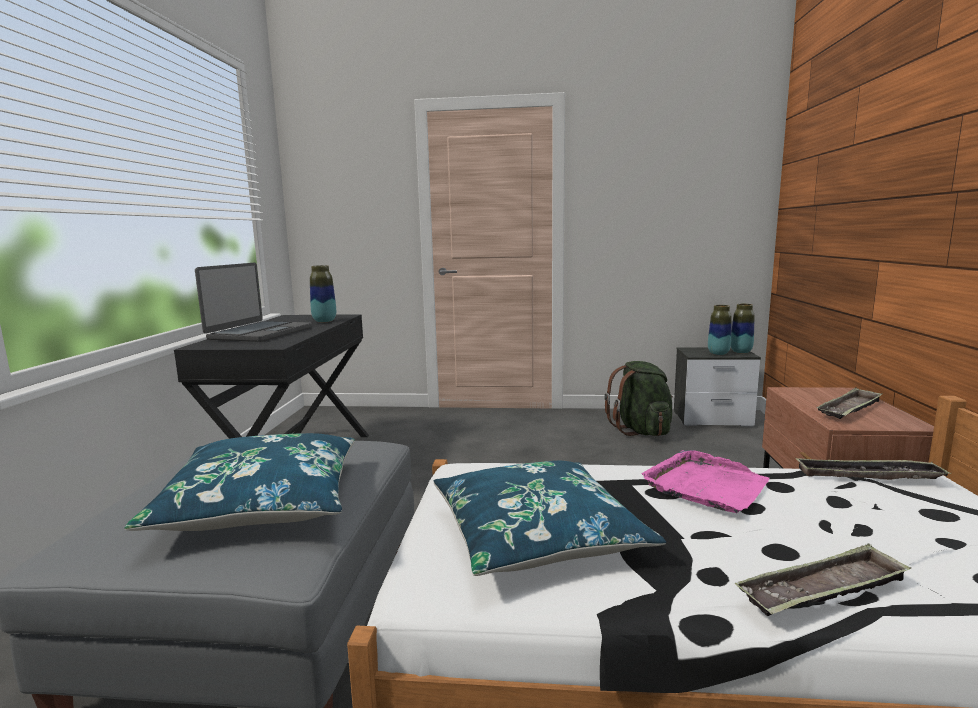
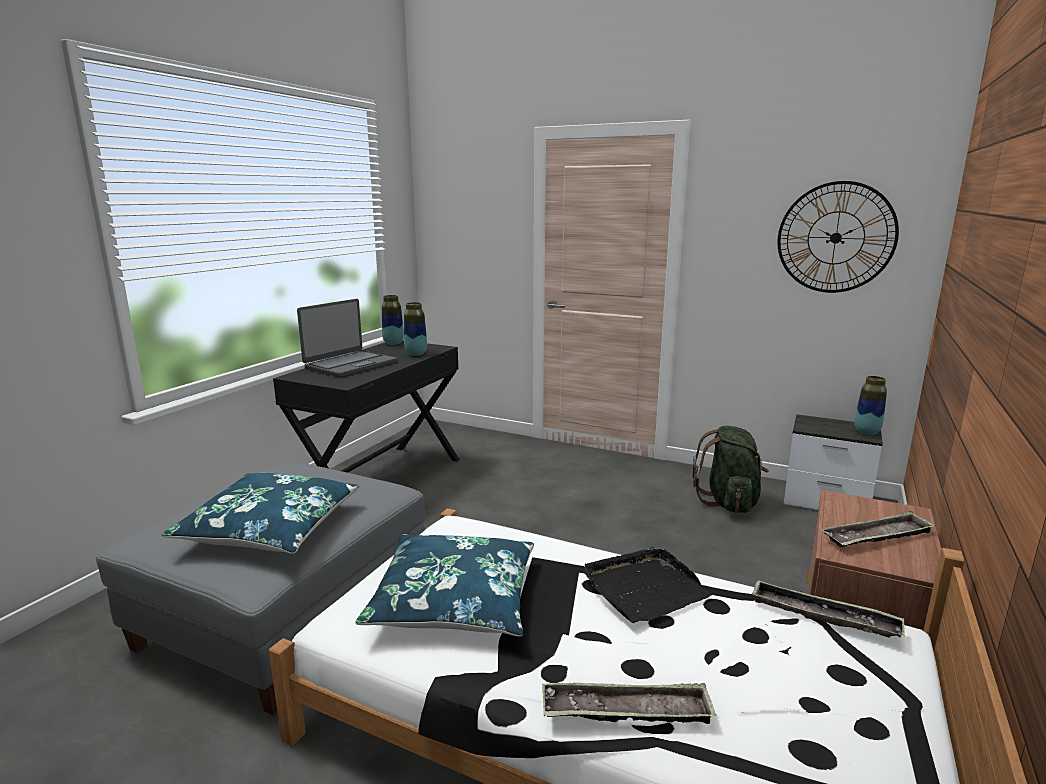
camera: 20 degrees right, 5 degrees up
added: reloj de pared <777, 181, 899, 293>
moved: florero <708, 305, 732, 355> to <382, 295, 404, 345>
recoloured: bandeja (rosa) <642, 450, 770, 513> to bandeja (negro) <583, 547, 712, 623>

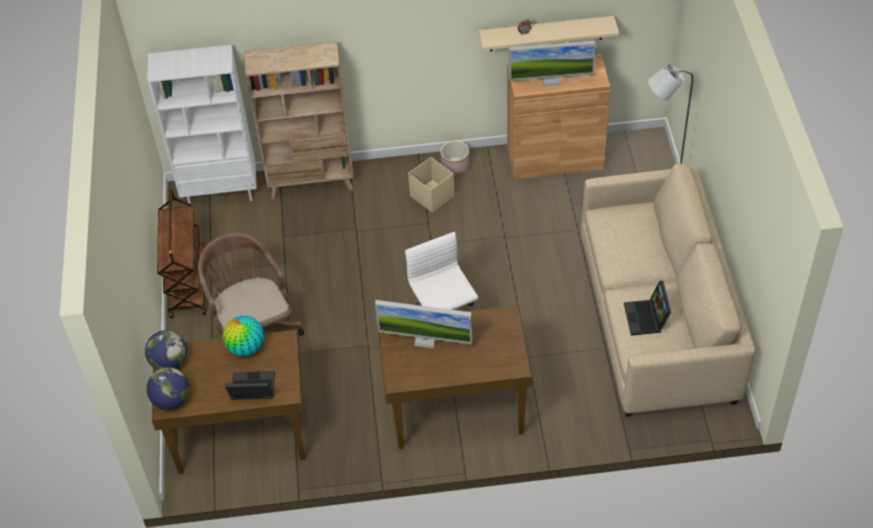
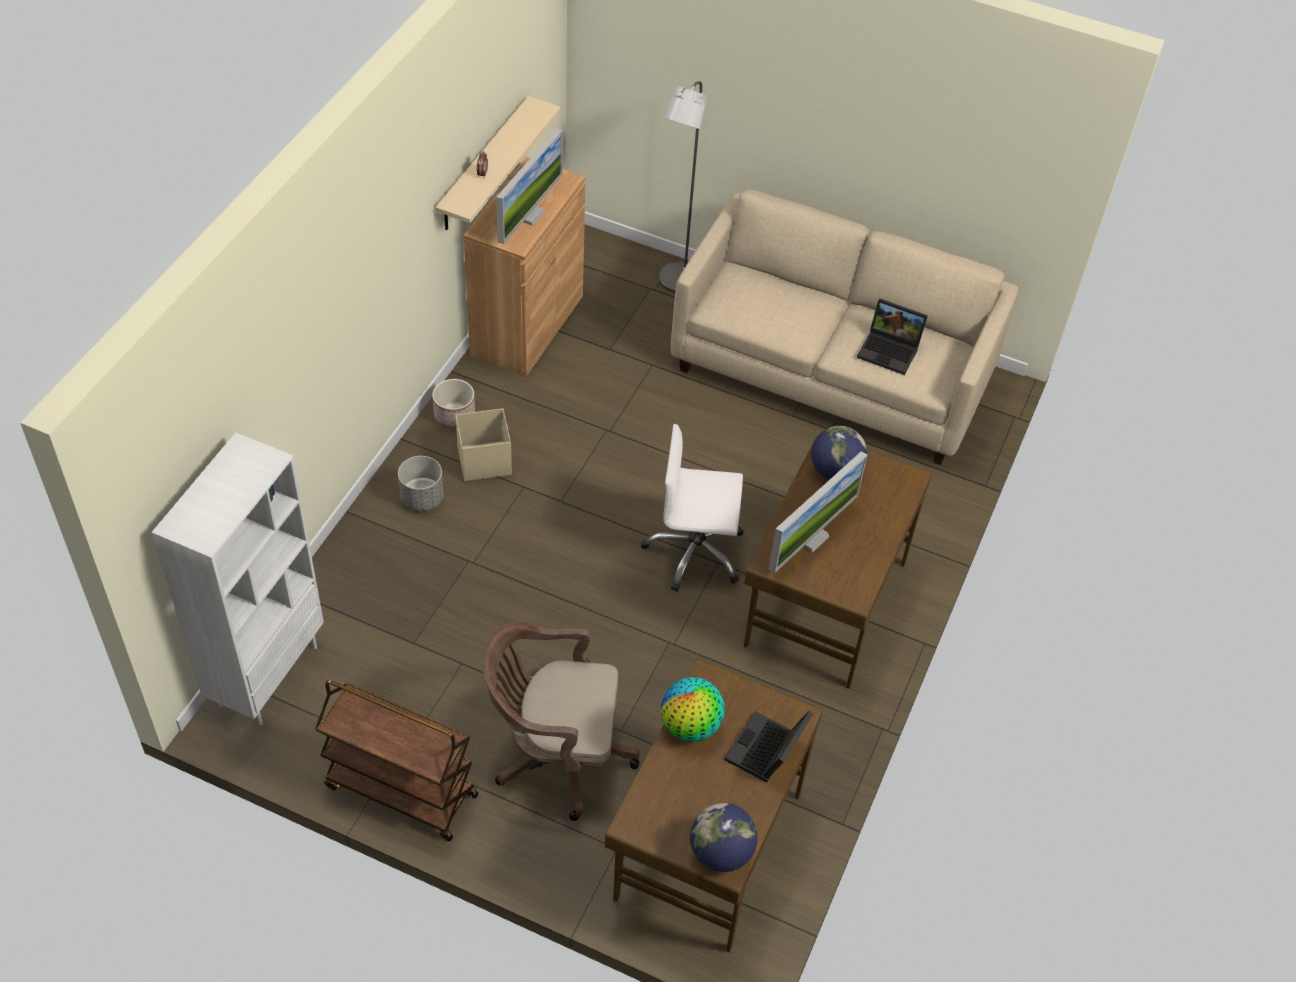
camera: 65 degrees left, 0 degrees up
removed: estantería (beis) <245, 42, 354, 200>
added: maceta (gris) <398, 456, 444, 511>
moved: globo terráqueo <145, 330, 187, 370> to <811, 426, 868, 480>

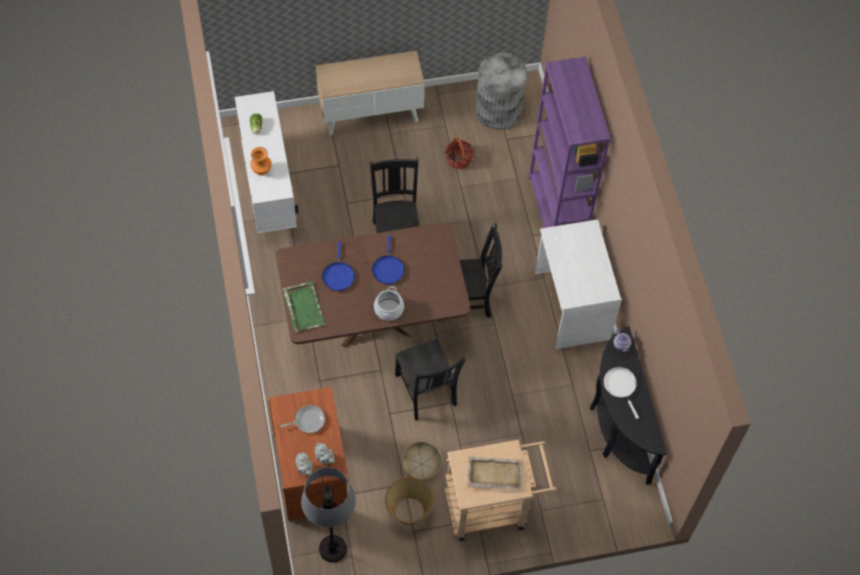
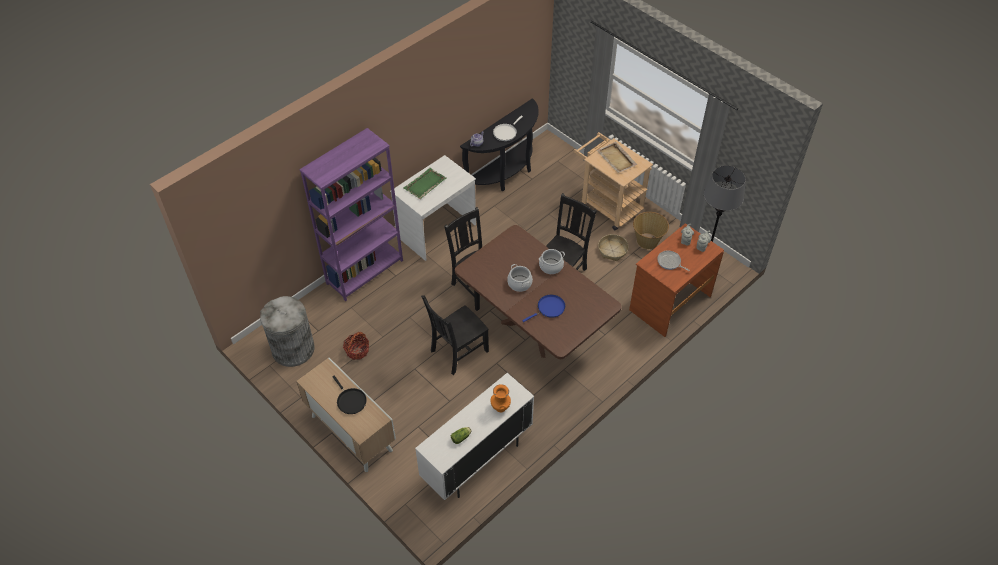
camera: 120 degrees left, 10 degrees down
added: sartén (negro) <333, 376, 367, 414>
moved: bandeja (verde) <282, 281, 326, 332> to <404, 168, 446, 199>
replaced: sartén (azul) <372, 235, 404, 284> to olla <507, 264, 533, 292>

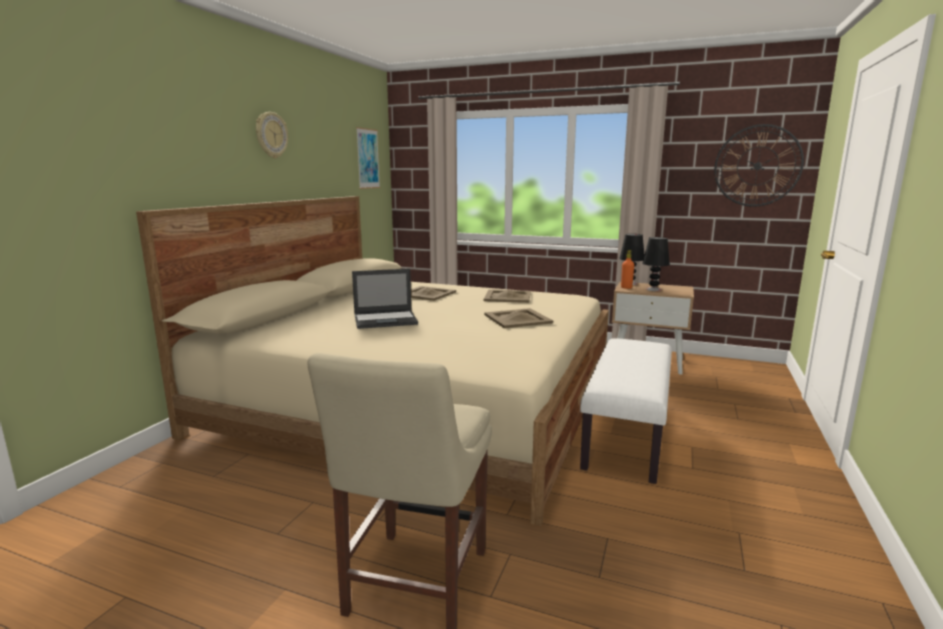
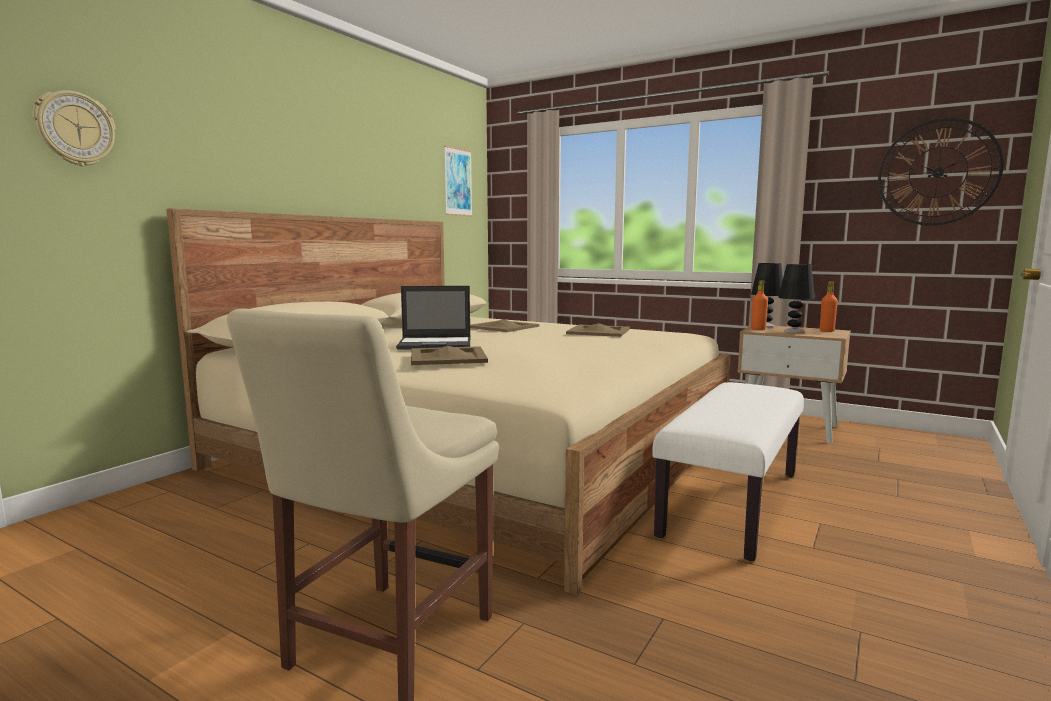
camera: 10 degrees right, 5 degrees down
added: botella (naranja) <820, 281, 838, 332>
moved: reloj de pared <256, 112, 288, 158> to <33, 90, 116, 166>; bandeja (beis) <484, 308, 553, 328> to <411, 346, 488, 365>

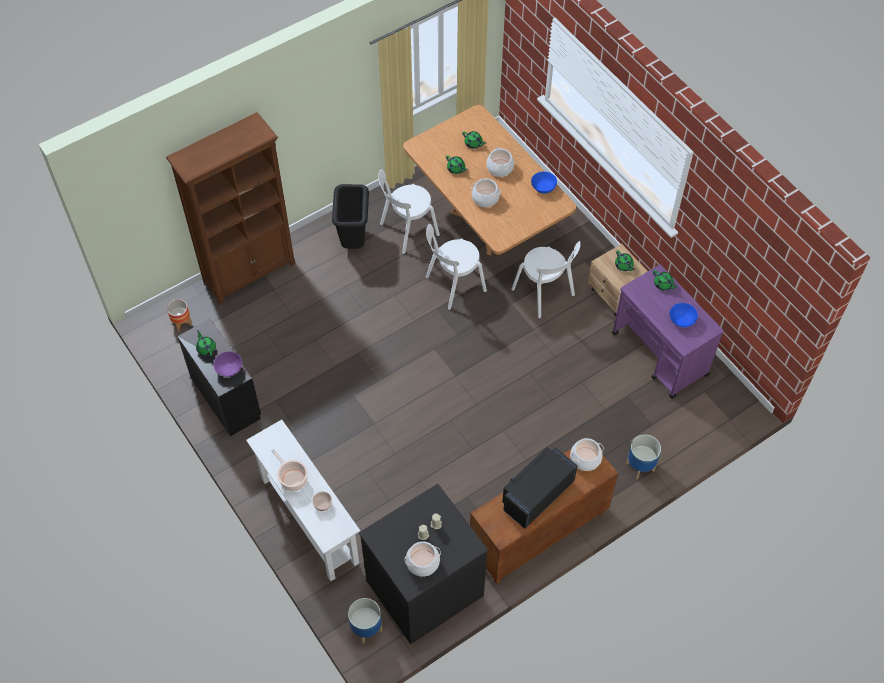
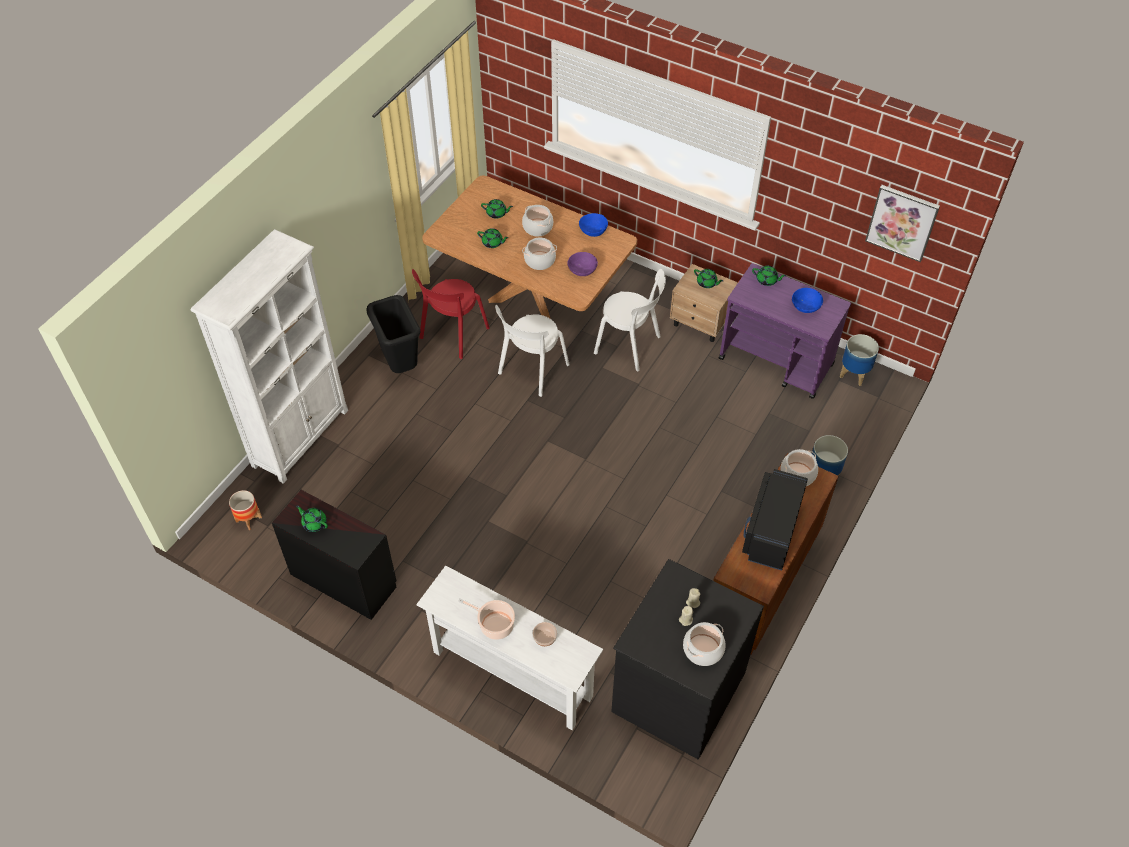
camera: 25 degrees left, 5 degrees down
added: cuadro <865, 185, 940, 262>
moved: cuenco (morado) <214, 351, 242, 377> to <567, 252, 598, 276>; maceta <348, 598, 382, 644> to <840, 334, 879, 386>
recoloured: estantería (marrón) <166, 112, 295, 304> to estantería (blanco) <191, 229, 348, 484>; silla (blanco) <378, 169, 440, 254> to silla (rojo) <412, 269, 489, 359>

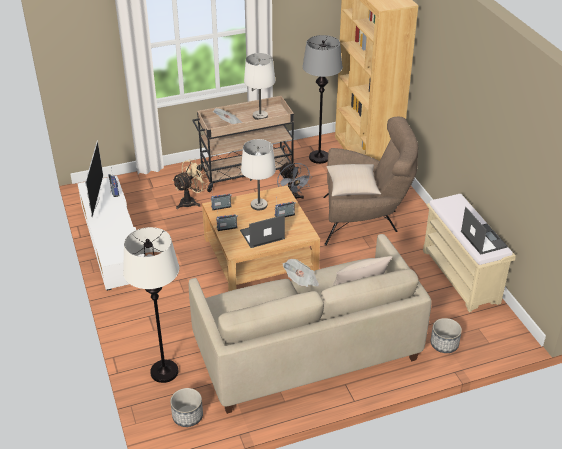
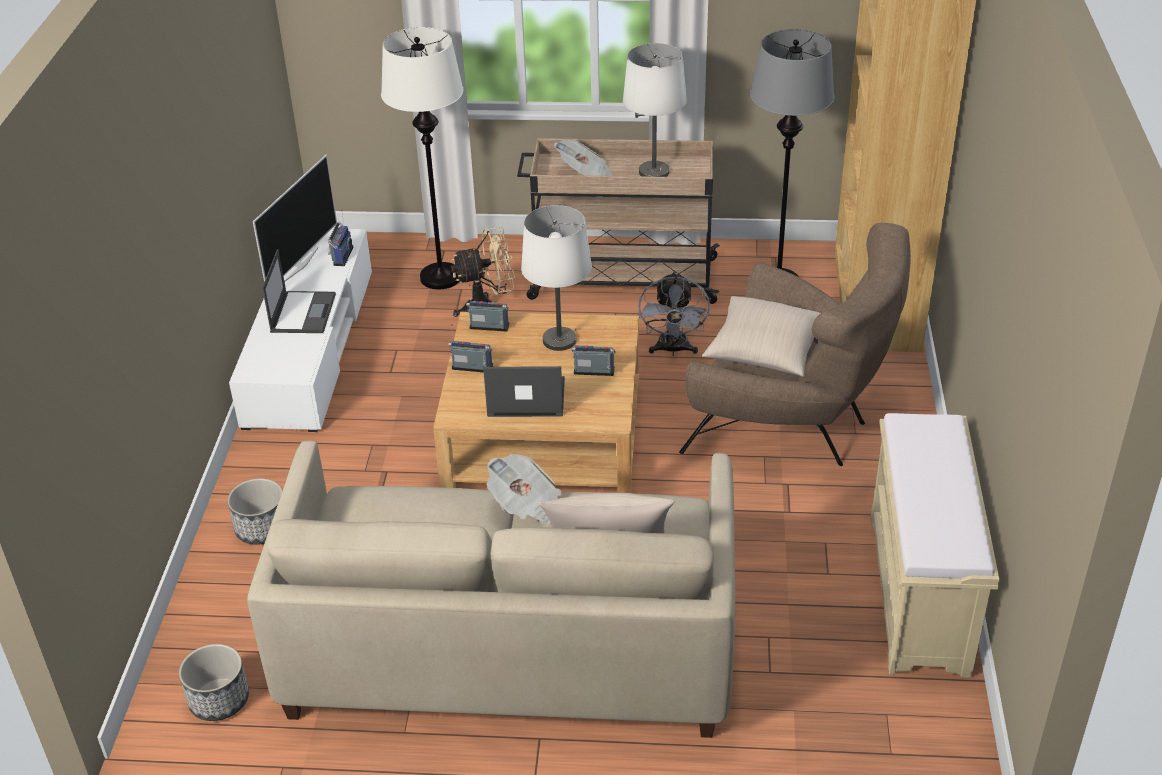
camera: 25 degrees right, 0 degrees up
moved: portátil <461, 207, 508, 255> to <262, 249, 336, 333>; lámpara de pie (blanco) <123, 227, 179, 383> to <381, 27, 464, 289>; maceta <431, 318, 462, 353> to <228, 478, 282, 545>

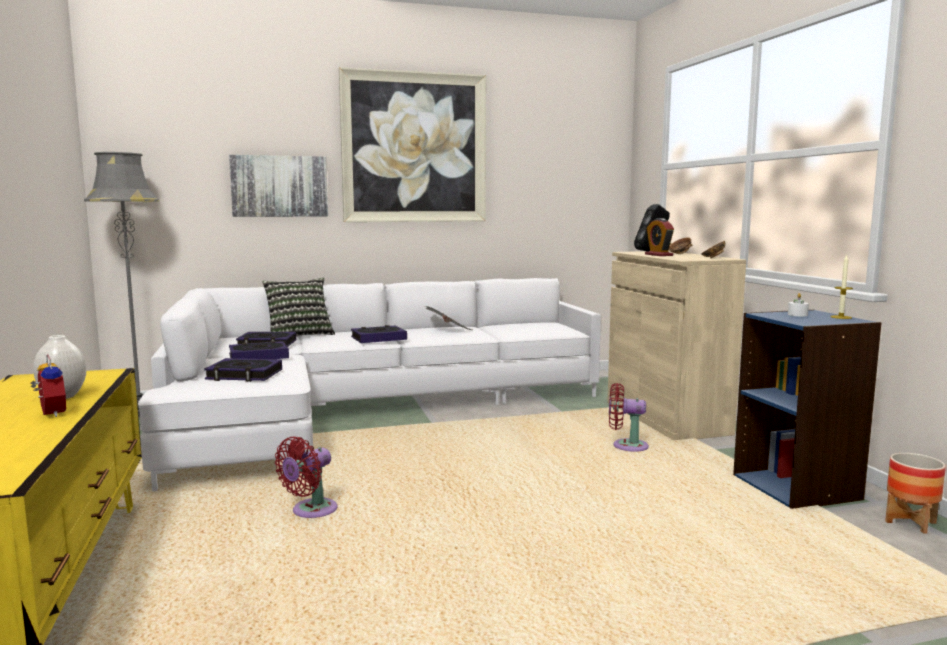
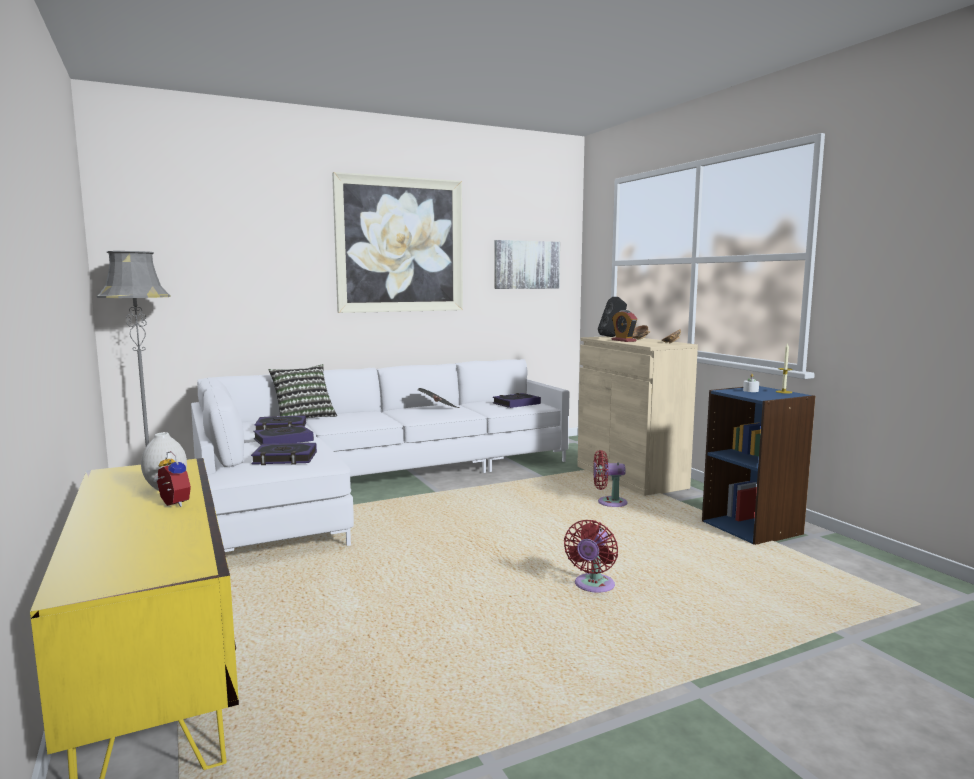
camera: 10 degrees left, 0 degrees up
removed: maceta <885, 453, 946, 534>
moved: cuadro <229, 155, 328, 217> to <494, 240, 560, 289>; libro <351, 325, 407, 343> to <493, 393, 541, 408>; ventilador (rojo) <275, 437, 338, 518> to <564, 520, 618, 592>

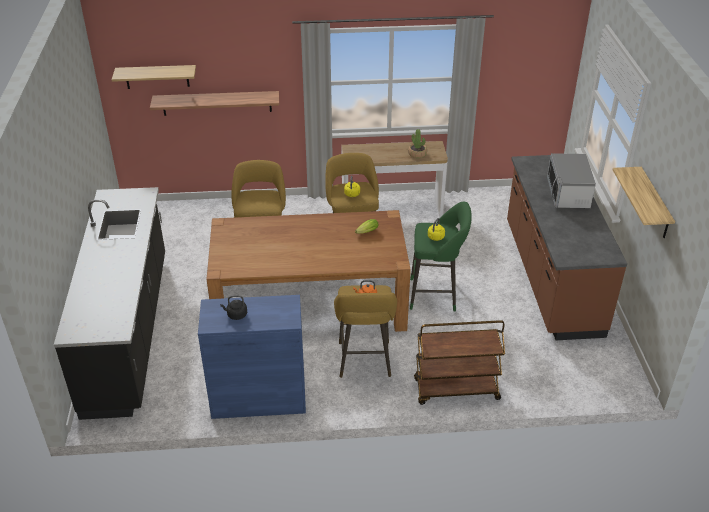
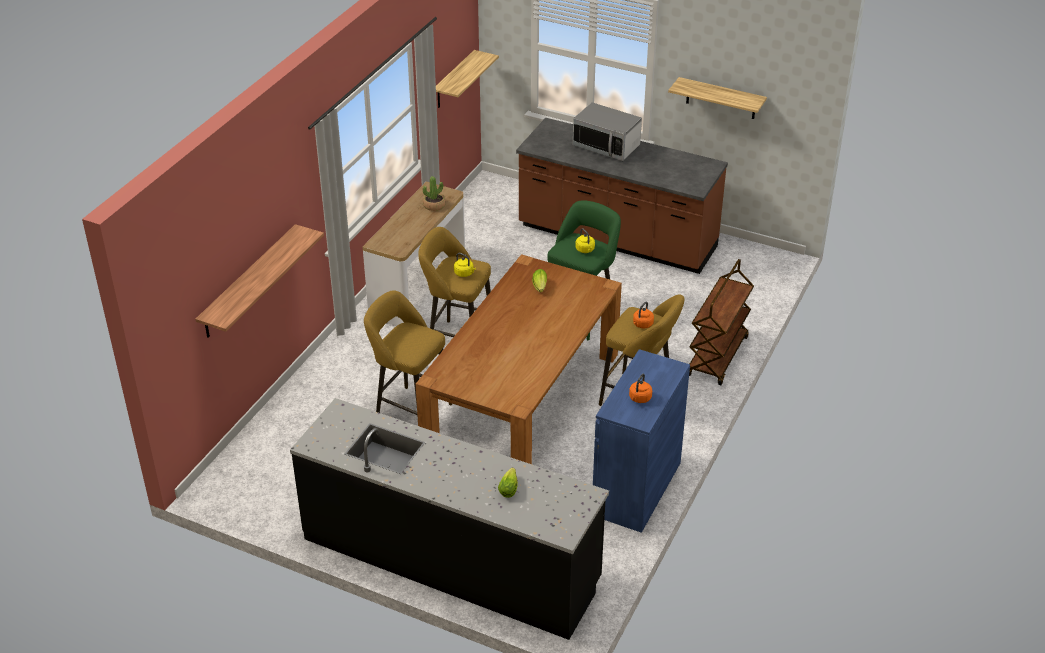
camera: 60 degrees left, 0 degrees up
added: lechuga <498, 468, 518, 498>
moved: estante <112, 65, 196, 89> to <436, 50, 499, 108>
recoloured: hervidor (negro) <220, 295, 247, 320> to hervidor (naranja) <629, 374, 652, 403>

